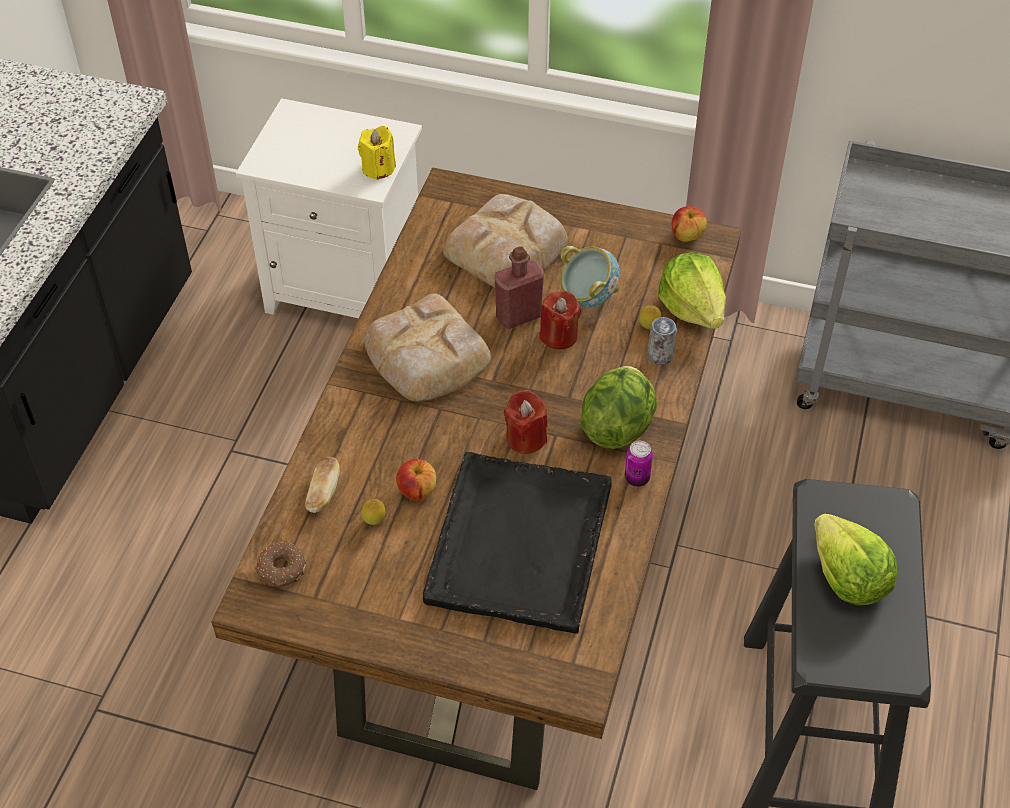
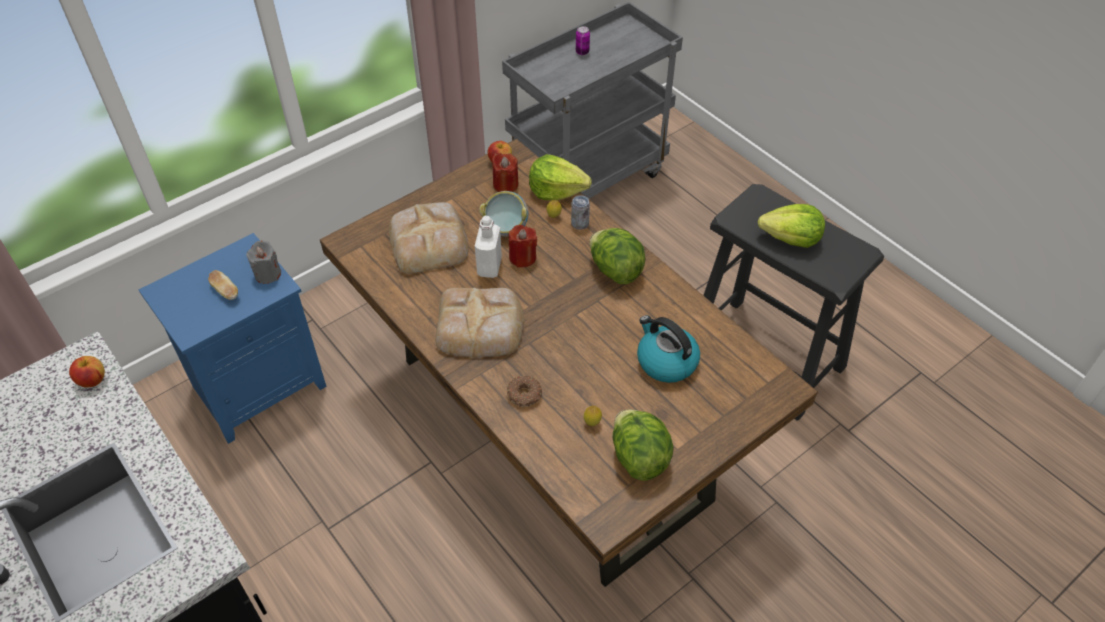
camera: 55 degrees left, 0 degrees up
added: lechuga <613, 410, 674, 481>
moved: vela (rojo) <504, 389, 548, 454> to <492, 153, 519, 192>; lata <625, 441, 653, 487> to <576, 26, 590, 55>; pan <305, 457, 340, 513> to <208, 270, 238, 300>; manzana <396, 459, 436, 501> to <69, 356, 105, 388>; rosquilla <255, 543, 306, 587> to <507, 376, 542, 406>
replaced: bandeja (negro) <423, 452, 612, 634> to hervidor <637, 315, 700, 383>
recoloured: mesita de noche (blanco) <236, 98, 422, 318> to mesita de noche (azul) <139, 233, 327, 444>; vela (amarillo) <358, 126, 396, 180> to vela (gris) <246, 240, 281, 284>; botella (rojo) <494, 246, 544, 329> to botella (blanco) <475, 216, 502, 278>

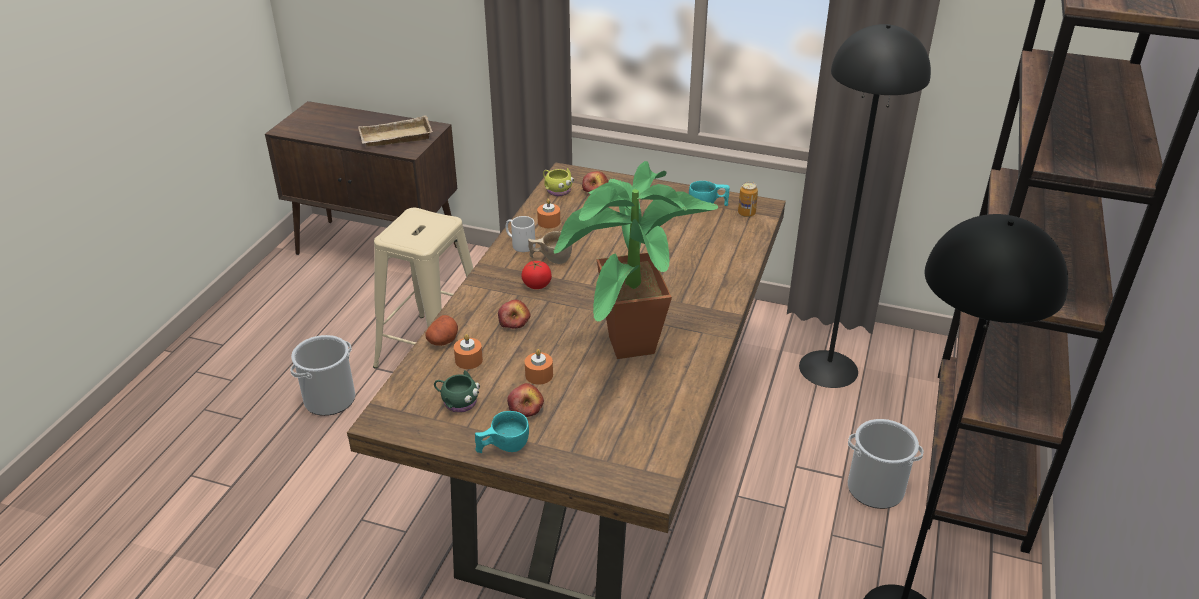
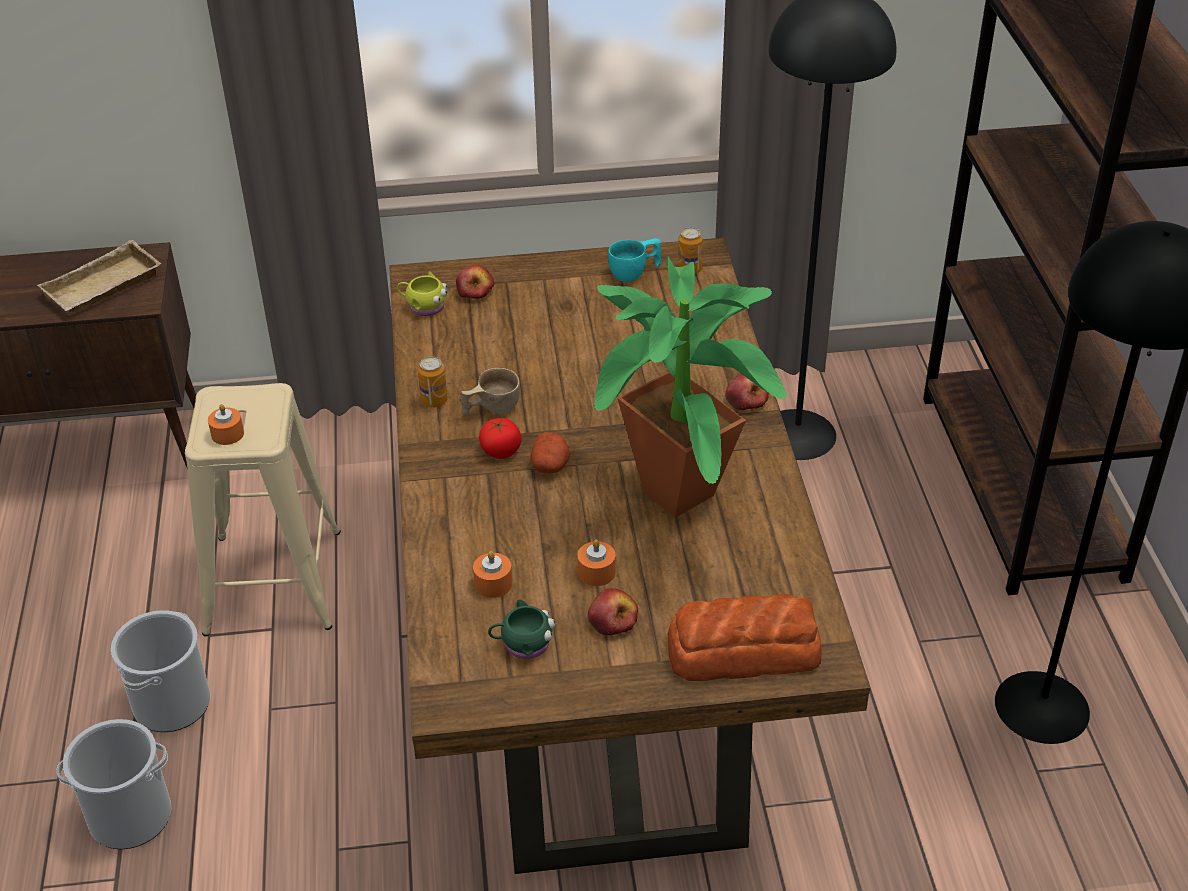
camera: 25 degrees left, 5 degrees up
removed: taza (turquesa) <475, 411, 529, 453>
added: pan <667, 594, 822, 681>
moved: vela (naranja) <537, 199, 560, 228> to <208, 404, 244, 445>; manzana <498, 300, 531, 329> to <725, 373, 769, 410>; patata <425, 315, 458, 346> to <531, 432, 570, 474>; cubo <848, 419, 924, 509> to <57, 719, 172, 849>
replaced: taza grande (blanco) <505, 216, 535, 252> to lata <418, 356, 447, 407>

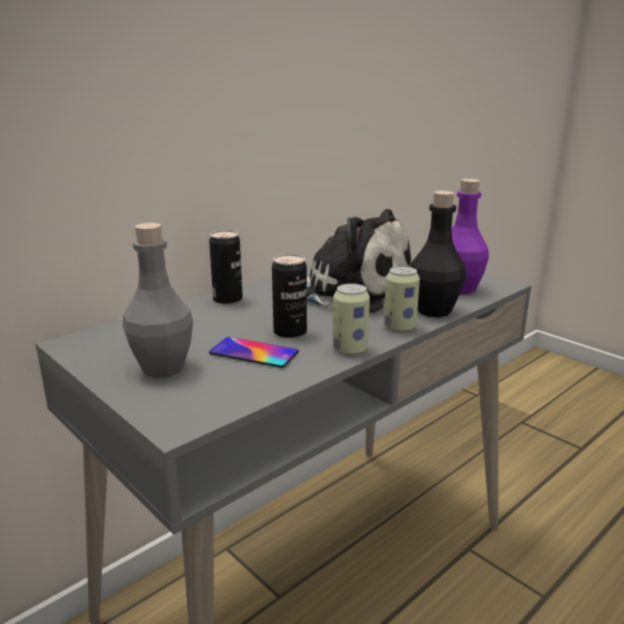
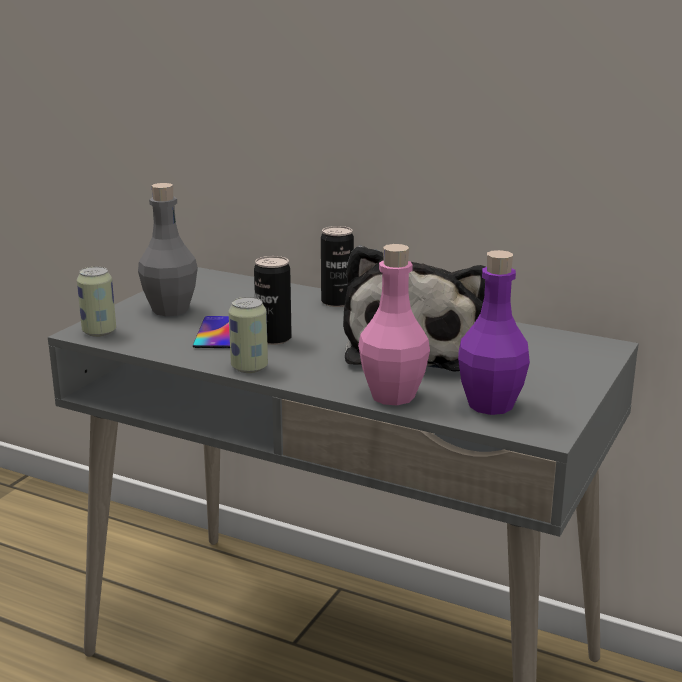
camera: 70 degrees right, 0 degrees up
moved: lata <384, 266, 420, 333> to <77, 267, 116, 337>
recoloured: botella (negro) <410, 191, 466, 317> to botella (rosa) <358, 244, 430, 405>

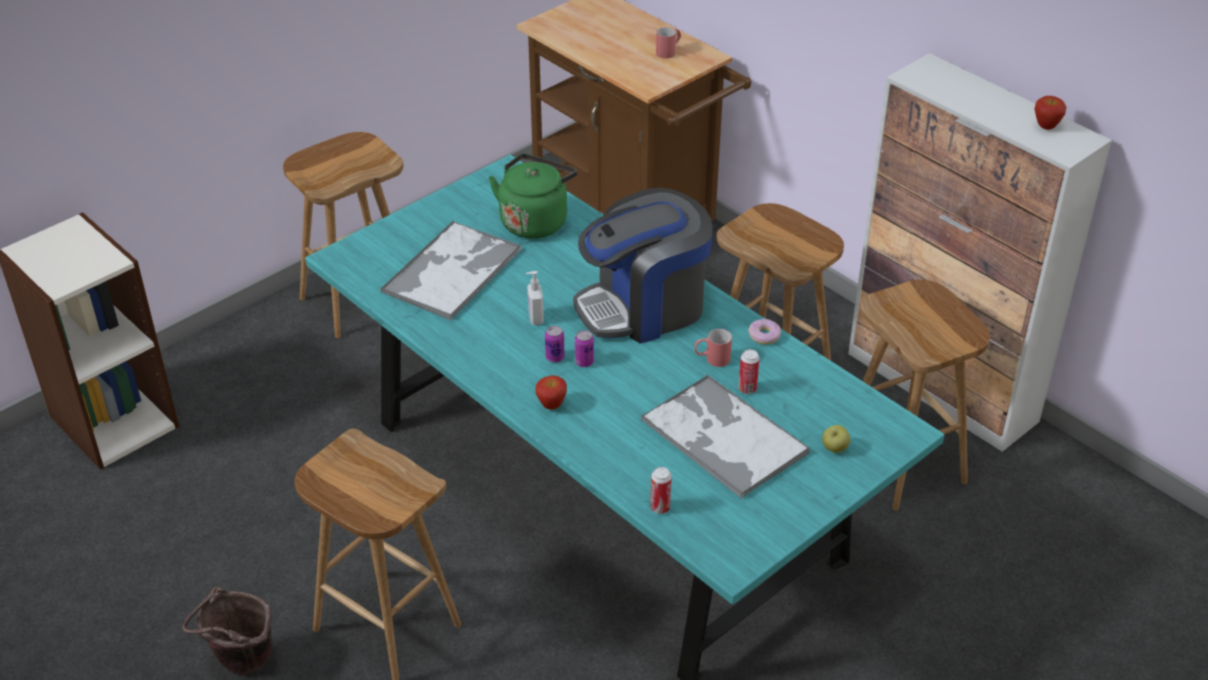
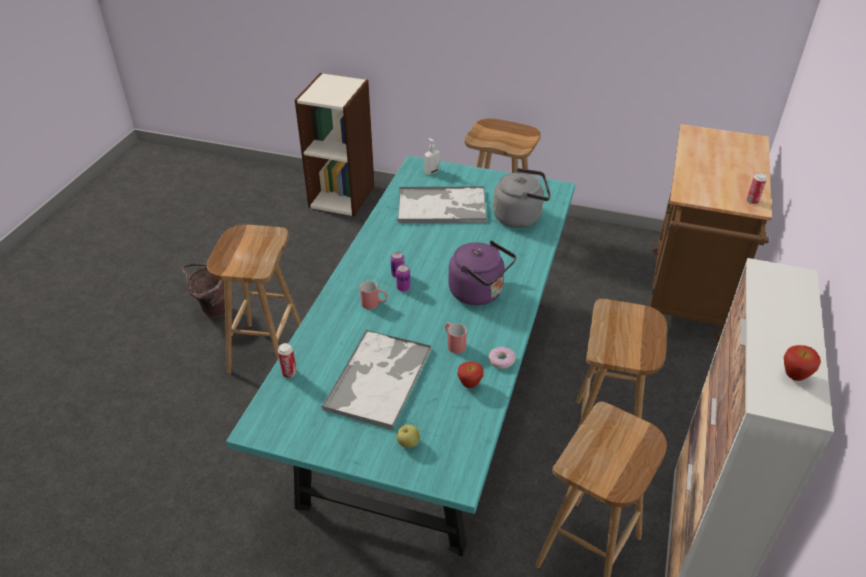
camera: 60 degrees right, 0 degrees up
moved: taza grande (rojo) <656, 27, 681, 59> to <360, 281, 388, 309>; dispensador de jabón <526, 271, 544, 325> to <424, 138, 440, 175>; lata <738, 349, 760, 394> to <746, 173, 767, 204>; manzana <536, 375, 567, 410> to <457, 361, 484, 388>
replaced: cafetera <573, 188, 713, 344> to hervidor (morado) <449, 241, 516, 305>
recoloured: hervidor (verde) <489, 154, 577, 239> to hervidor (gris) <493, 168, 551, 228>

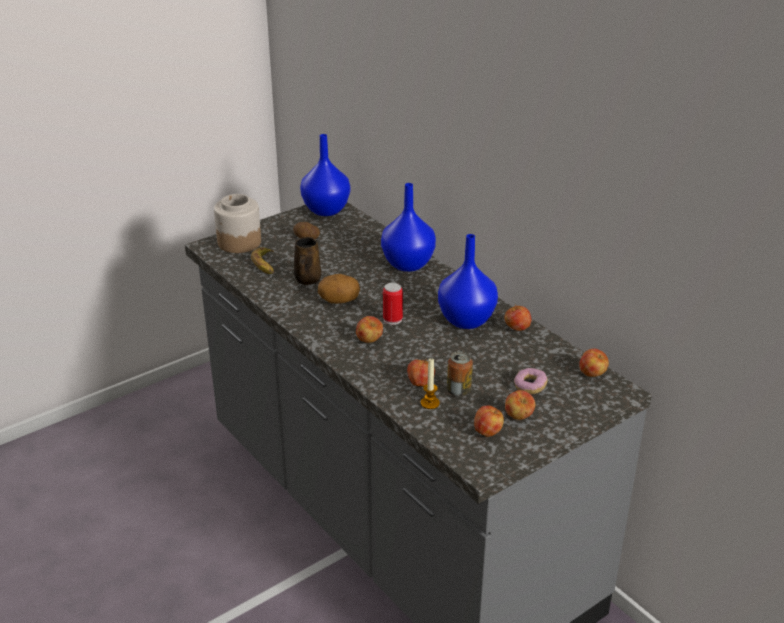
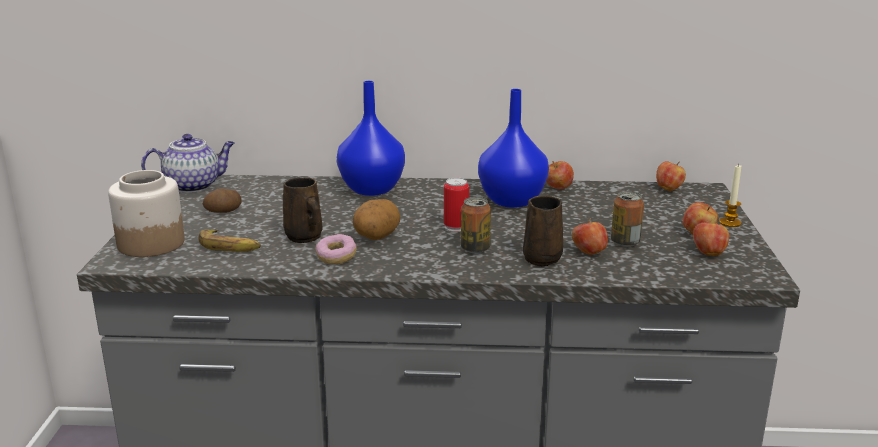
camera: 50 degrees left, 10 degrees down
added: taza grande (marrón) <523, 196, 563, 266>
moved: vela <421, 358, 440, 409> to <719, 164, 741, 227>; rosquilla <514, 368, 548, 394> to <315, 234, 357, 264>
replaced: florero (azul) <300, 134, 350, 216> to tetera <141, 134, 235, 193>; manzana <356, 316, 383, 343> to lata <461, 197, 491, 253>

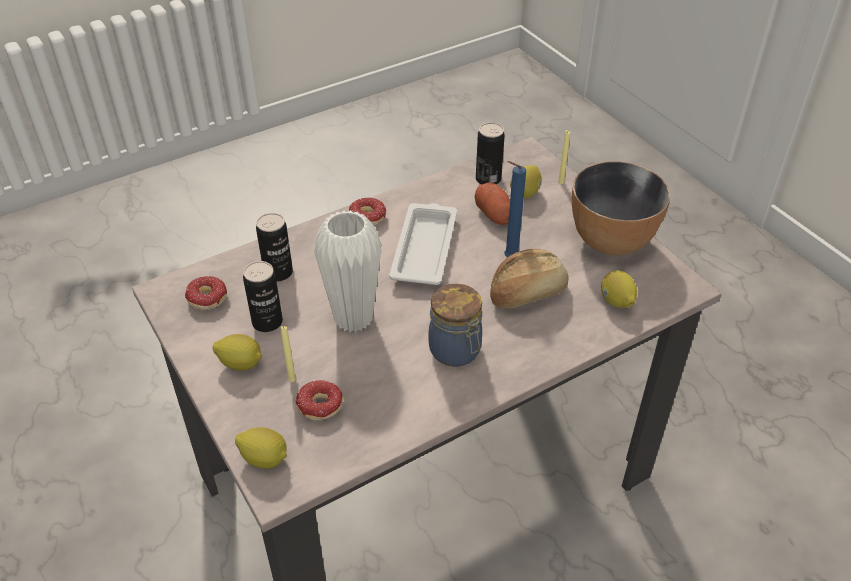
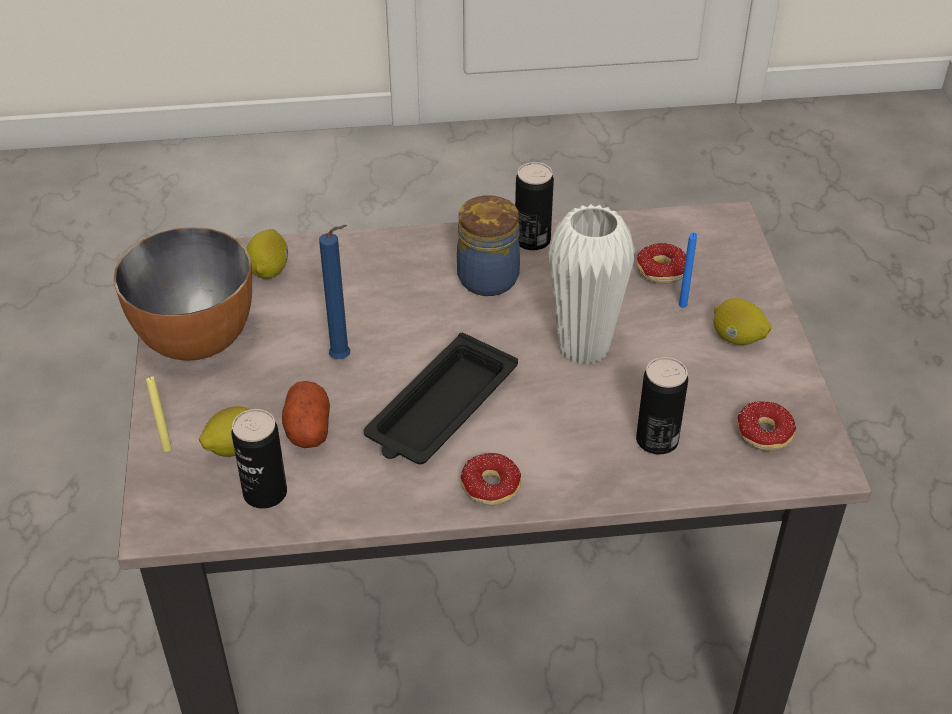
camera: 155 degrees left, 0 degrees up
removed: pan <490, 249, 569, 309>; limón <235, 427, 287, 469>
moved: lata <243, 261, 283, 332> to <515, 162, 554, 251>
recoloured: bandeja (blanco) <389, 203, 457, 285> to bandeja (negro) <364, 333, 518, 464>; vela (amarillo) <281, 326, 296, 382> to vela (azul) <679, 233, 697, 308>

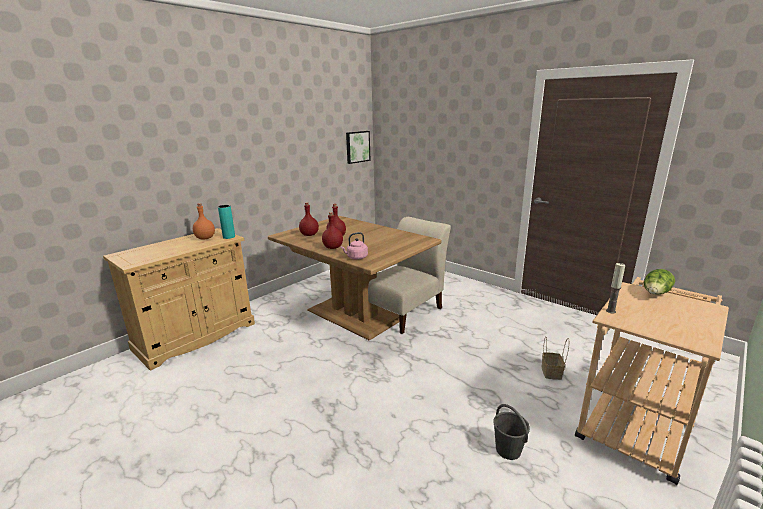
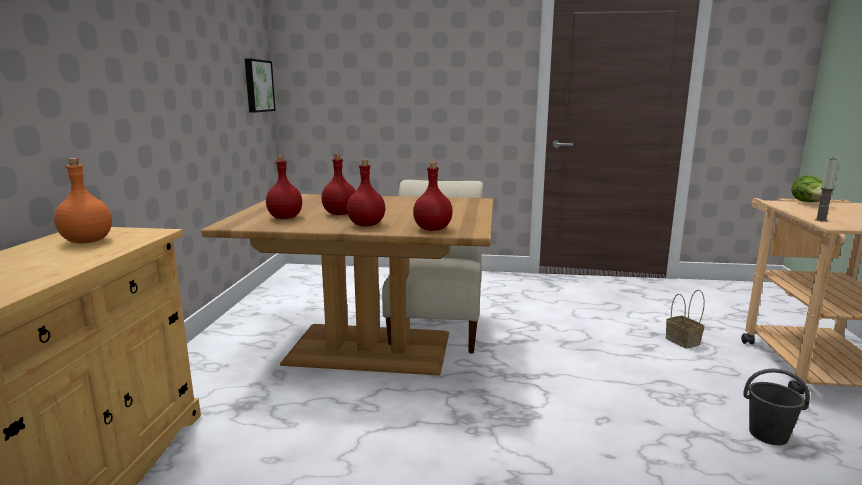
camera: 35 degrees left, 5 degrees down
removed: florero (turquesa) <218, 205, 235, 239>
replaced: hervidor (rosa) <340, 232, 368, 259> to botella (rojo) <413, 162, 453, 231>

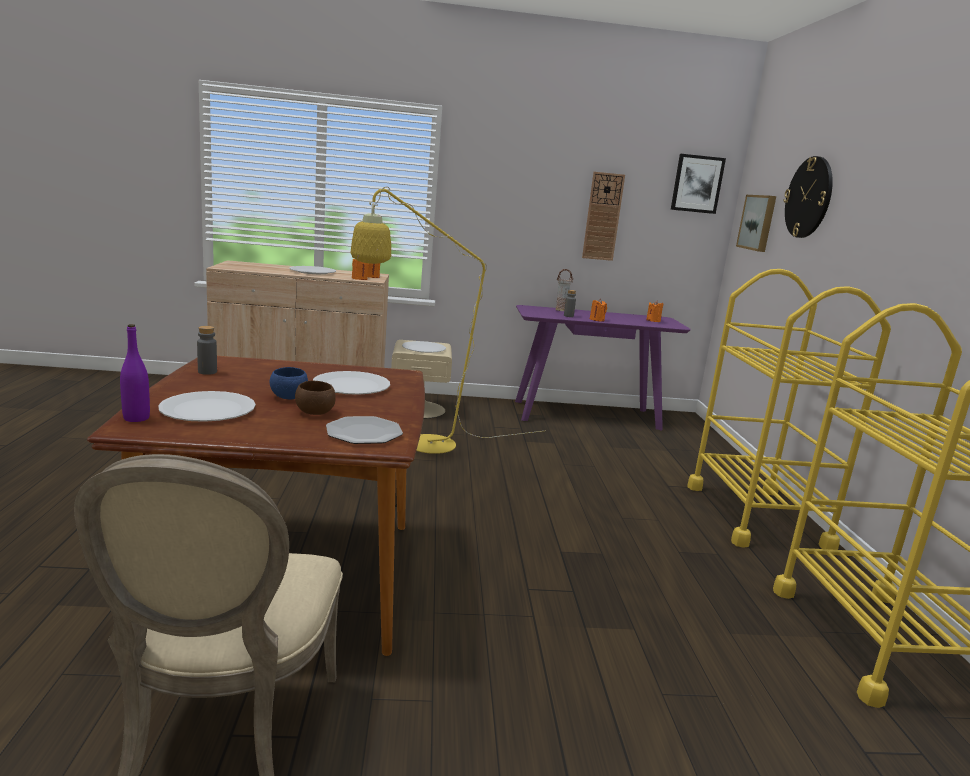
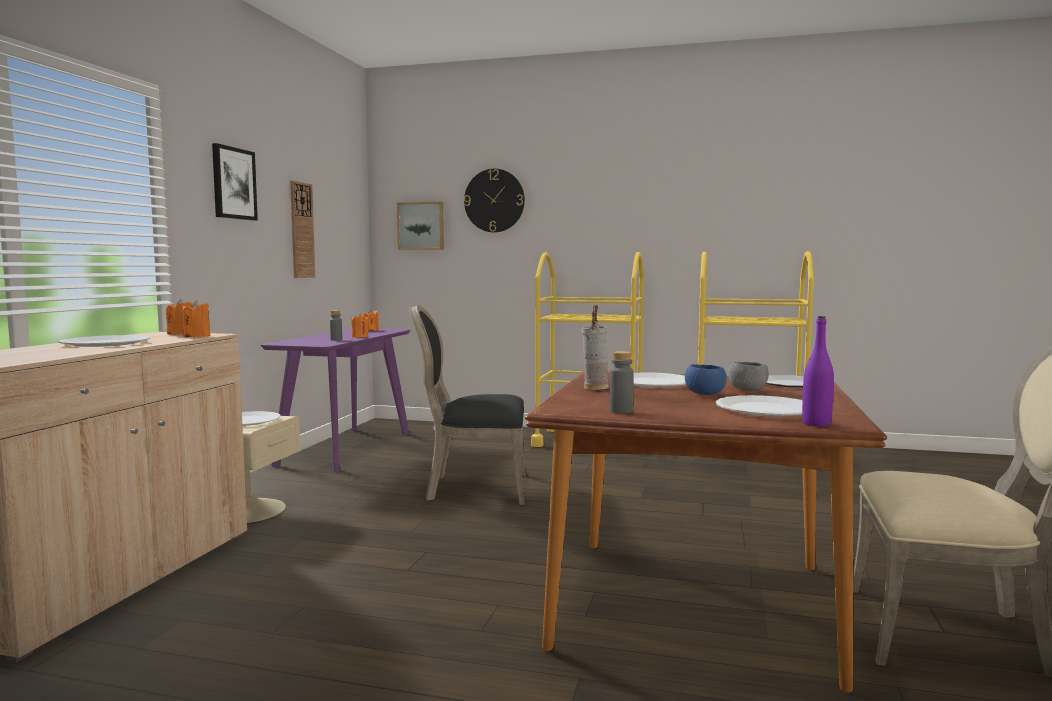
camera: 70 degrees left, 10 degrees down
removed: lámpara de pie (amarillo) <351, 187, 542, 454>
added: silla (negro) <409, 305, 526, 505>
moved: cuadro <671, 154, 726, 214> to <212, 143, 258, 221>; florero <556, 269, 573, 311> to <582, 305, 609, 390>
recoloured: cuenco (marrón) <295, 381, 336, 415> to cuenco (gris) <728, 362, 769, 391>

